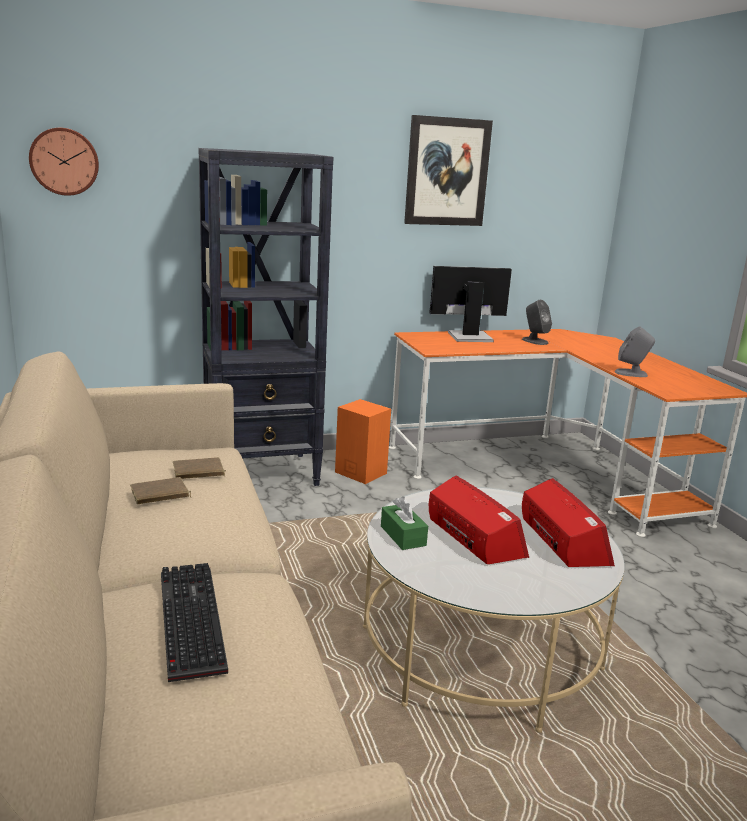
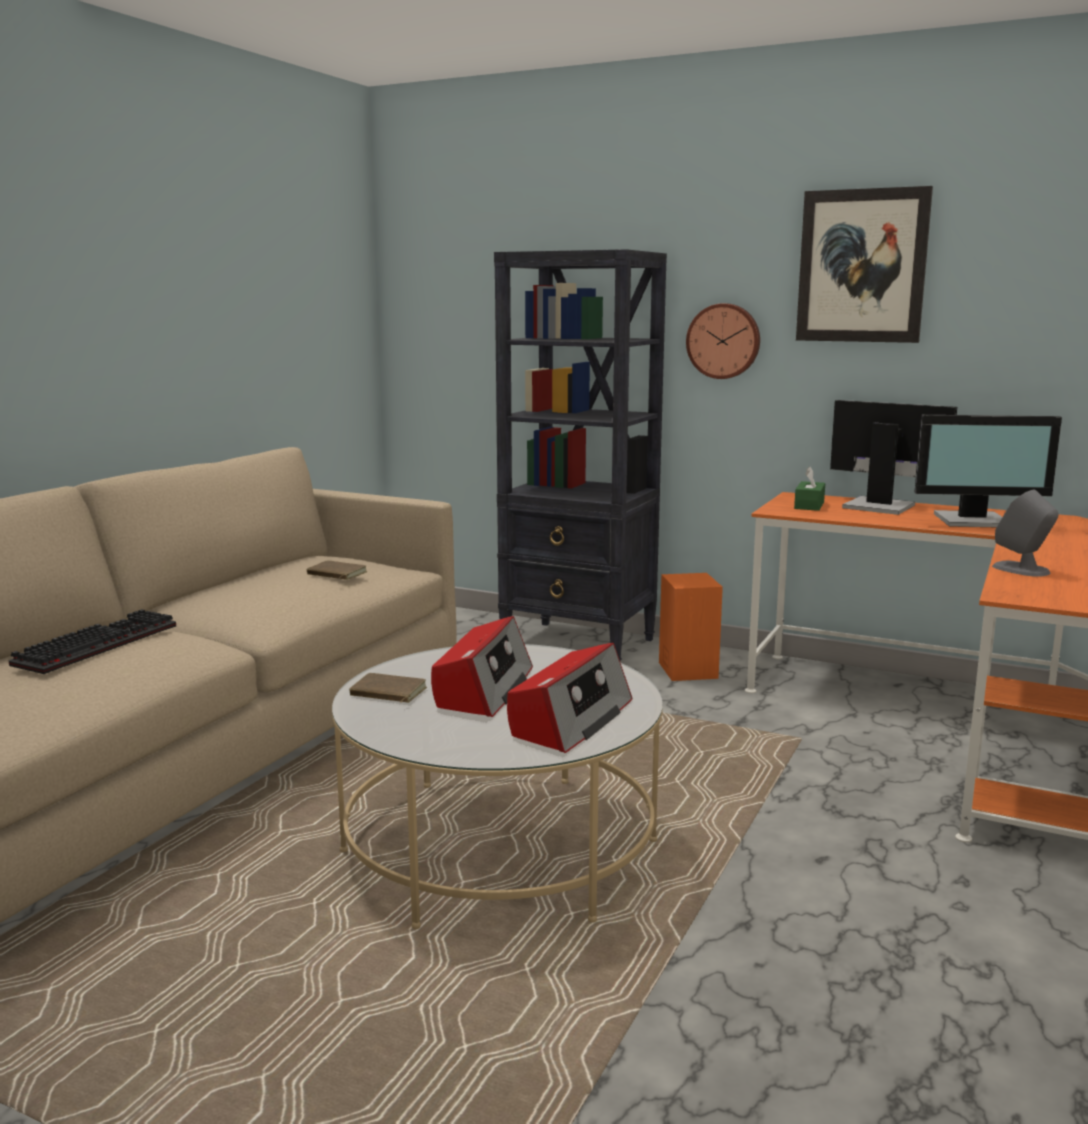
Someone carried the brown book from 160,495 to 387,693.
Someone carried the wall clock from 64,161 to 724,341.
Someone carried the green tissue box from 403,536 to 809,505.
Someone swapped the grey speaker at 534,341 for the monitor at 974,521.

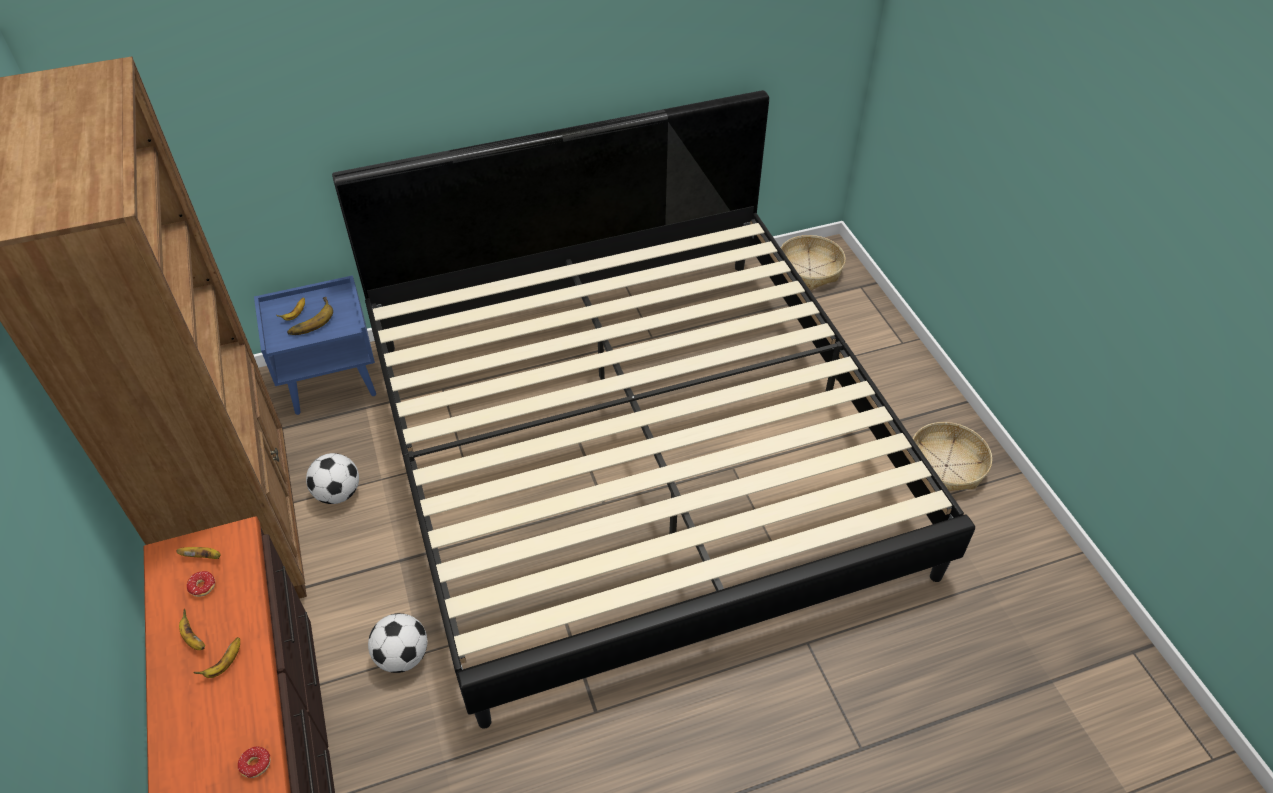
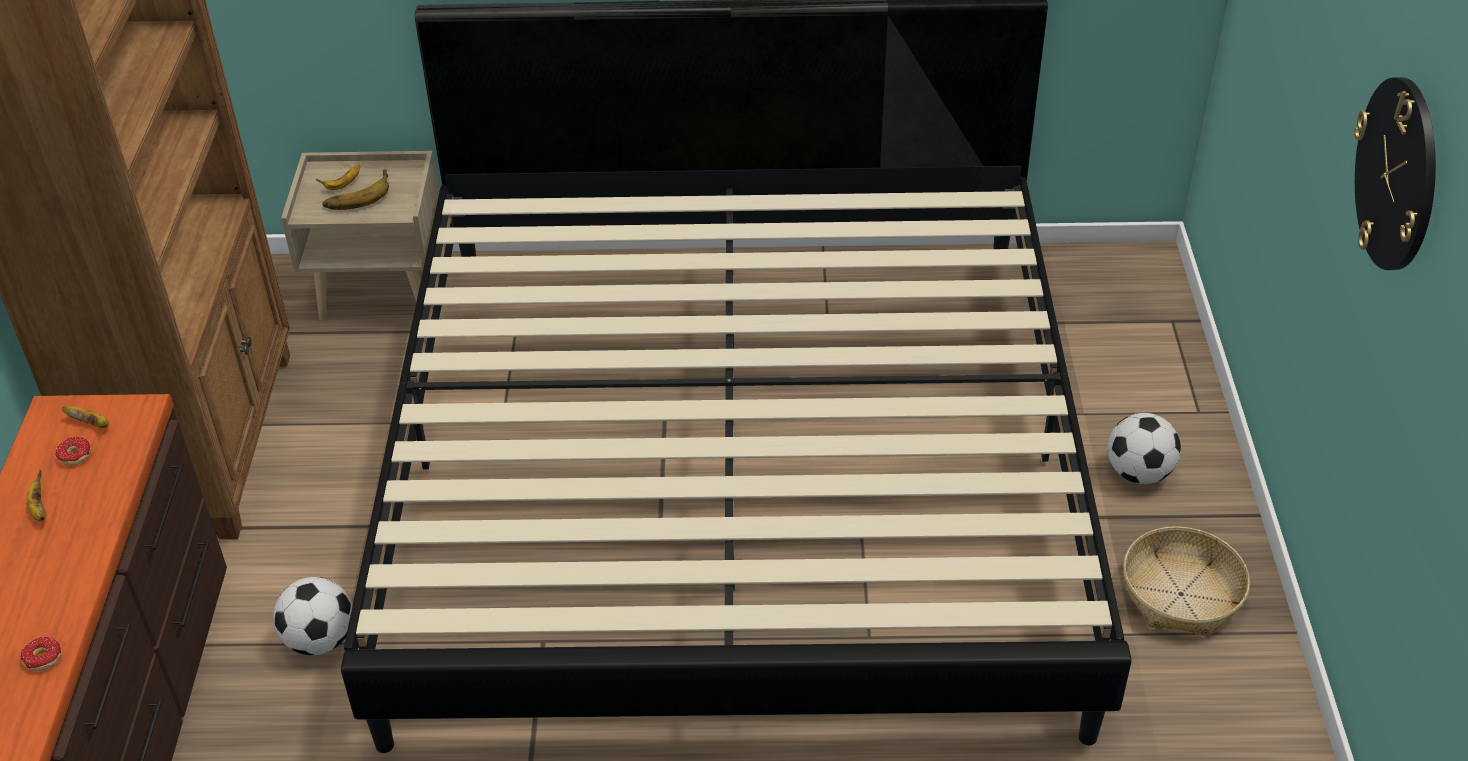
Someone repainted the blue nightstand at 333,381, which became the beige nightstand at 382,290.
Someone carried the football from 338,493 to 1138,473.
Someone put up the wall clock at 1397,174.
Someone took away the banana at 225,664.
Someone took away the basket at 810,269.

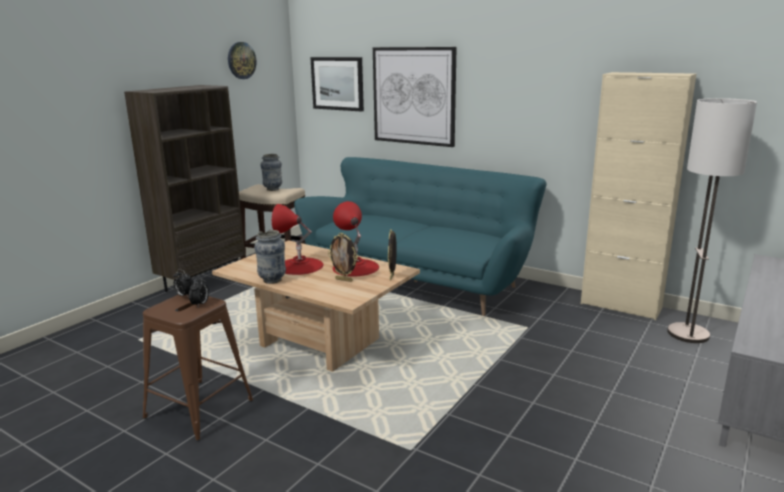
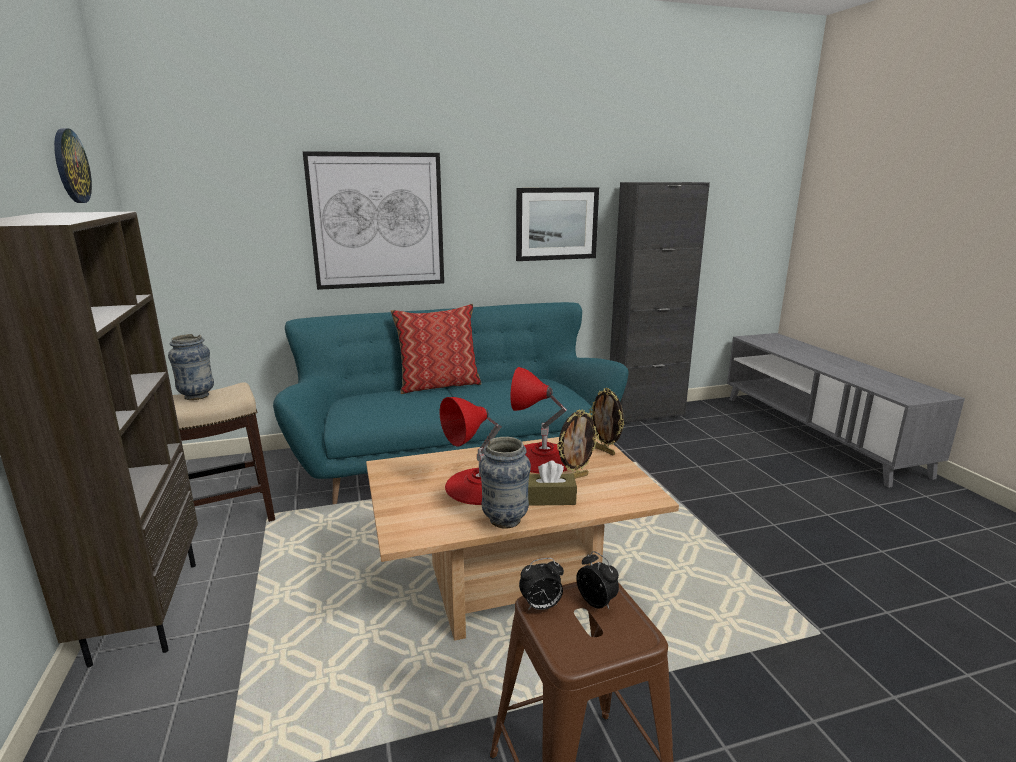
Someone put down the pillow at 439,385.
Someone carried the picture from 337,83 to 556,224.
Someone put down the brown tissue box at 550,498.
Someone repainted the beige cabinet at 621,306, which became the black cabinet at 645,414.
Someone took away the floor lamp at 688,334.

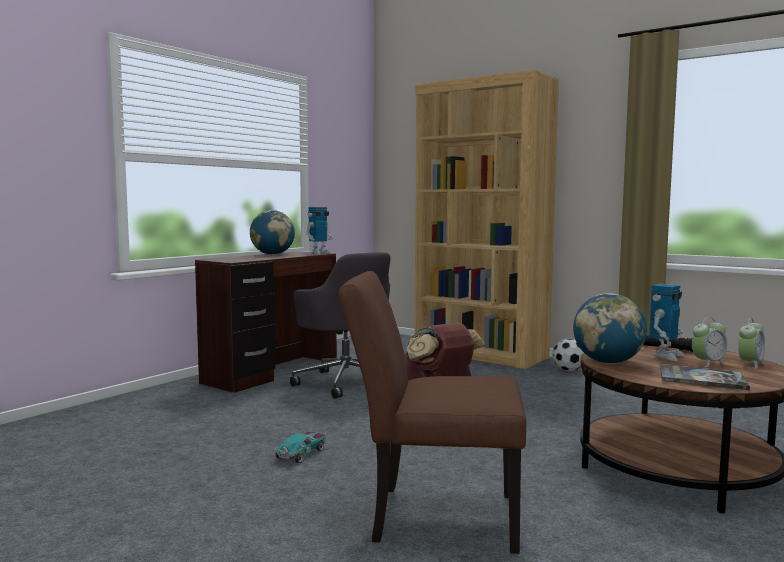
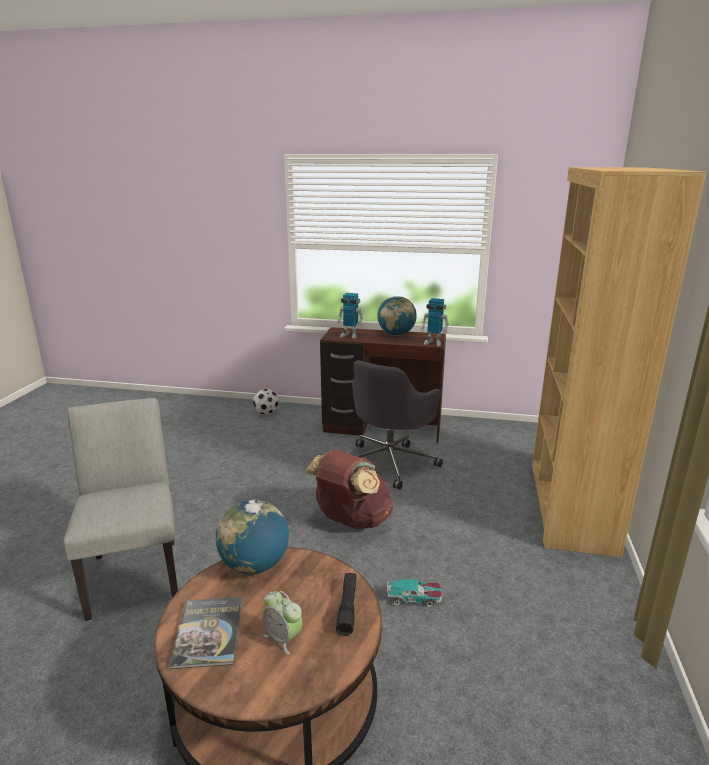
Someone repainted the brown chair at 432,516, which became the grey chair at 135,571.
Someone carried the football from 568,370 to 267,413.
Someone carried the toy robot from 665,356 to 350,335.
Someone carried the toy car from 301,453 to 414,598.
Someone took away the alarm clock at 750,364.

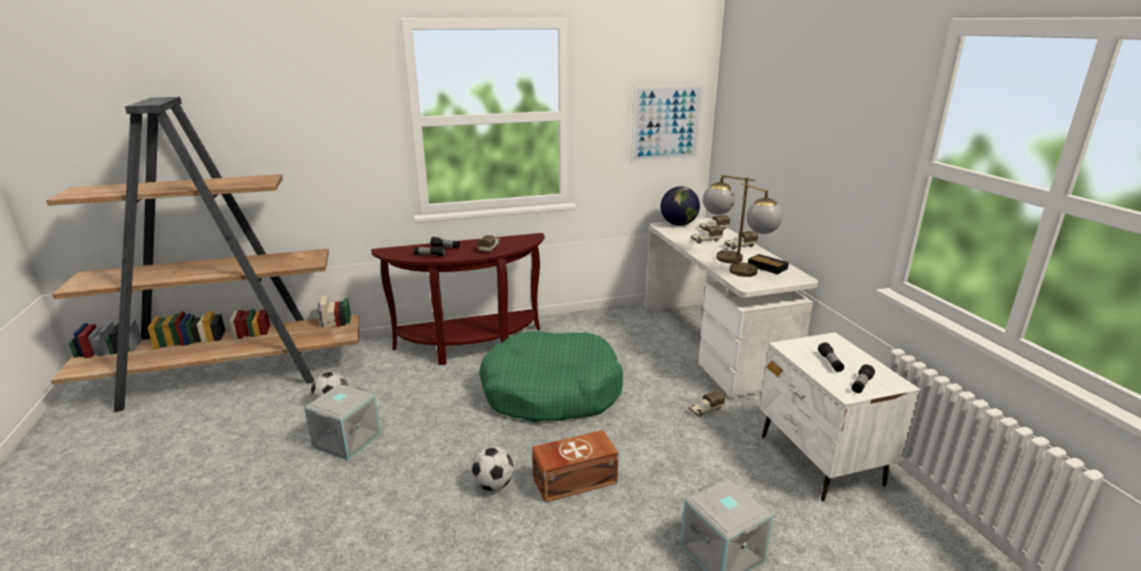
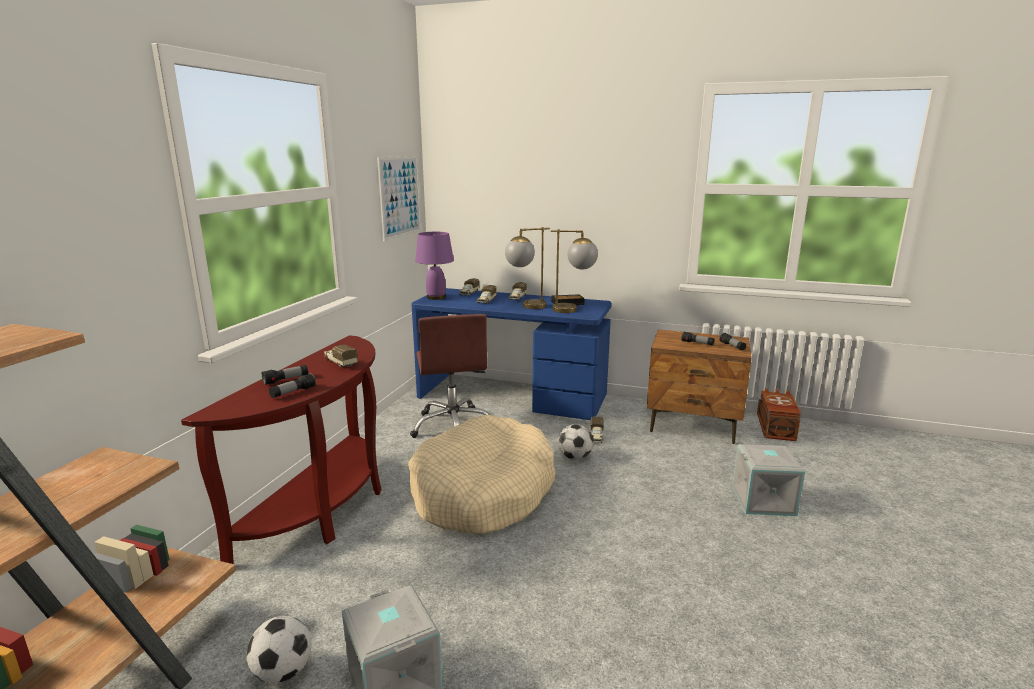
Someone repainted the green dog bed at 551,391, which became the beige dog bed at 483,492.
Someone put down the brown office chair at 453,426.
Someone repainted the white desk at 714,343, which became the blue desk at 512,396.
Someone swapped the globe at 679,224 for the purple table lamp at 436,297.
Someone carried the football from 493,485 to 575,457.
Someone repainted the white nightstand at 820,461, which became the brown nightstand at 693,426.
Someone carried the brown storage box from 573,479 to 774,426.

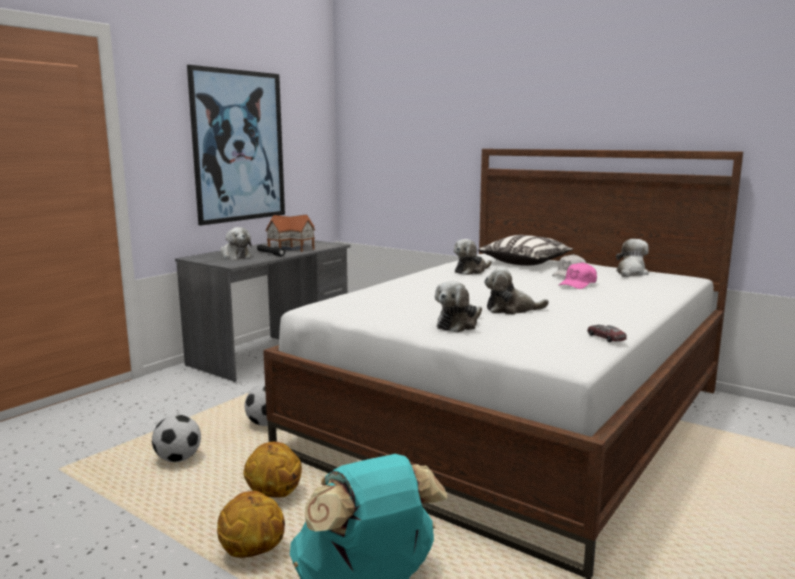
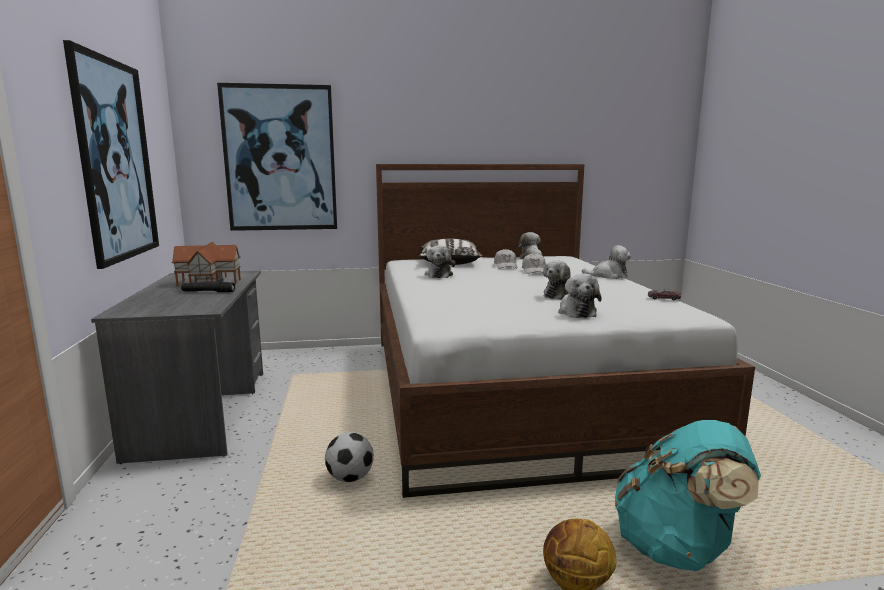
Someone put up the picture at 280,159.
Someone repainted the pink cap at 578,284, which became the white cap at 534,271.
Someone carried the plush toy from 234,256 to 608,276.
Someone took away the football at 178,459.
Someone took away the basketball at 273,494.

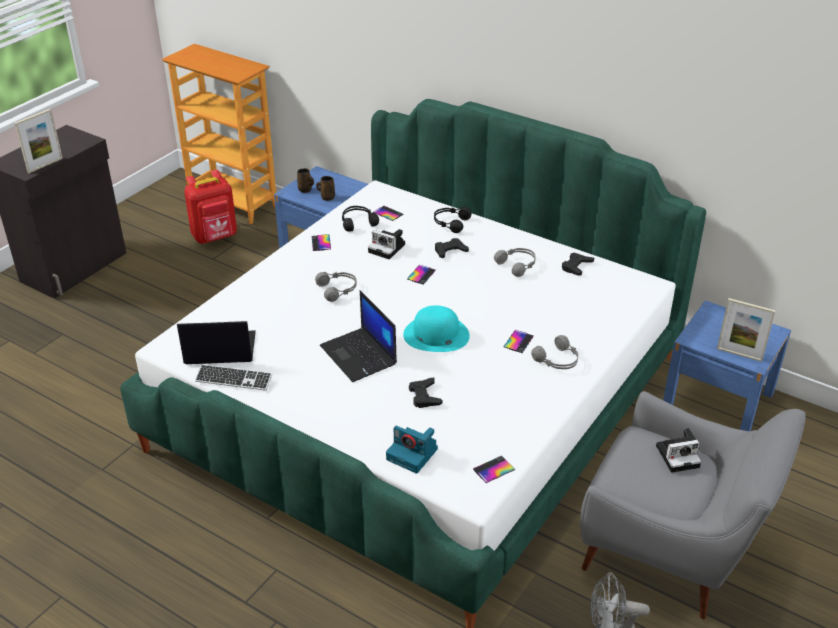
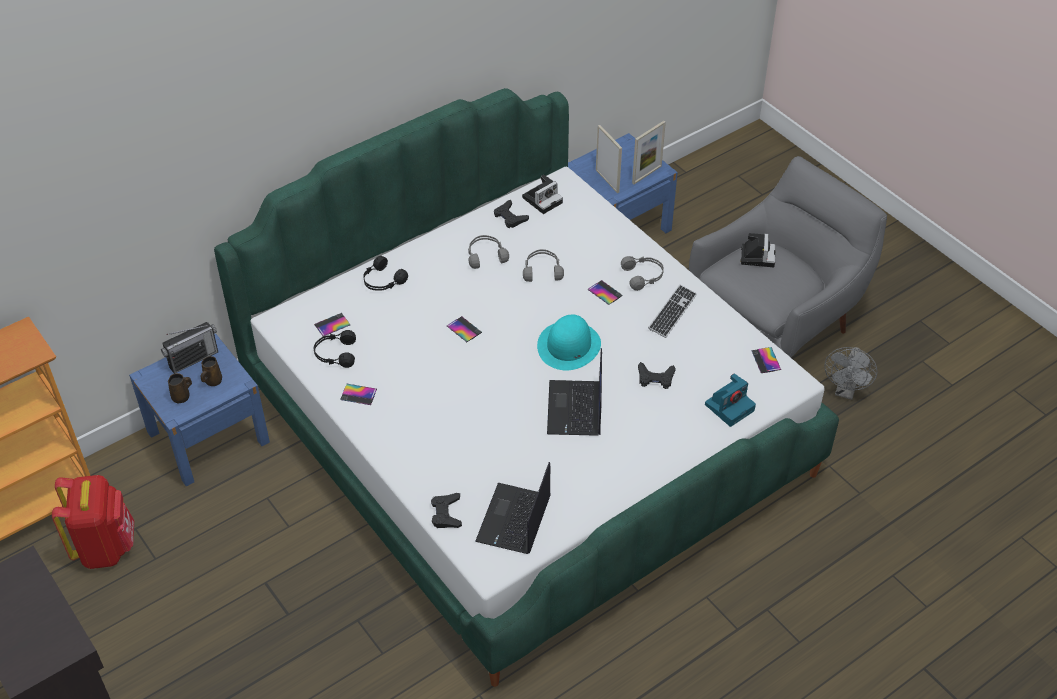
Someone put down the radio at 193,359.
Someone carried the black game controller from 450,251 to 446,513.
Someone carried the photo camera from 388,248 to 543,199.
Someone carried the grey headphones from 338,290 to 542,270.
Someone rotated the laptop at 359,355 by 105 degrees clockwise.
Someone carried the picture frame from 45,165 to 607,181.
Someone carried the keyboard from 234,379 to 672,312.

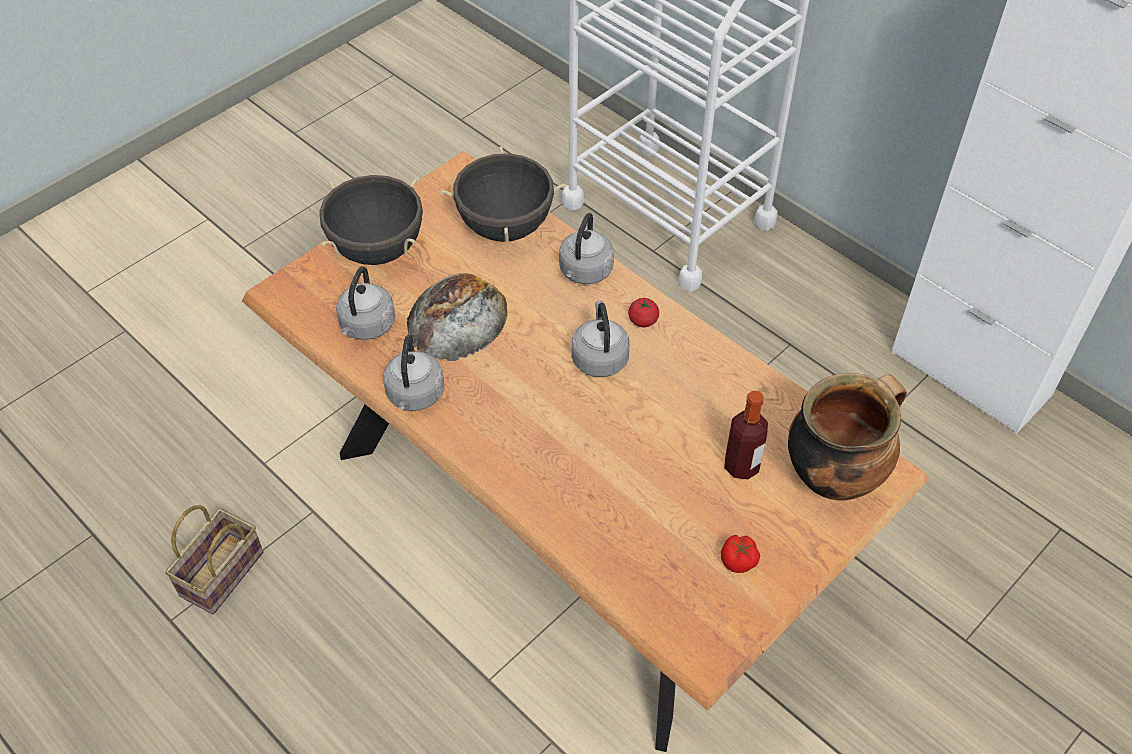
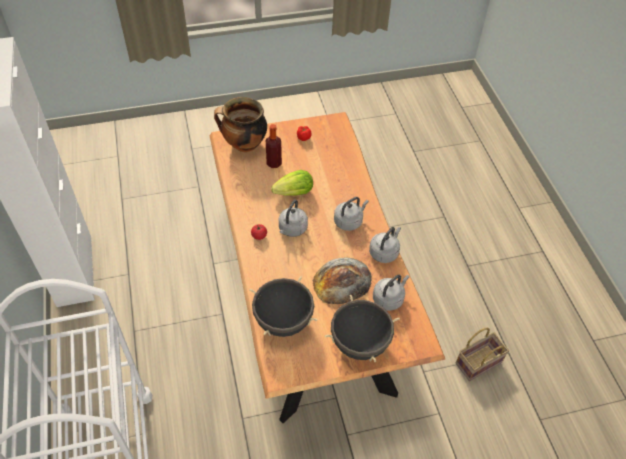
Someone put down the lettuce at 294,193.
Someone carried the grey kettle from 584,272 to 349,221.

